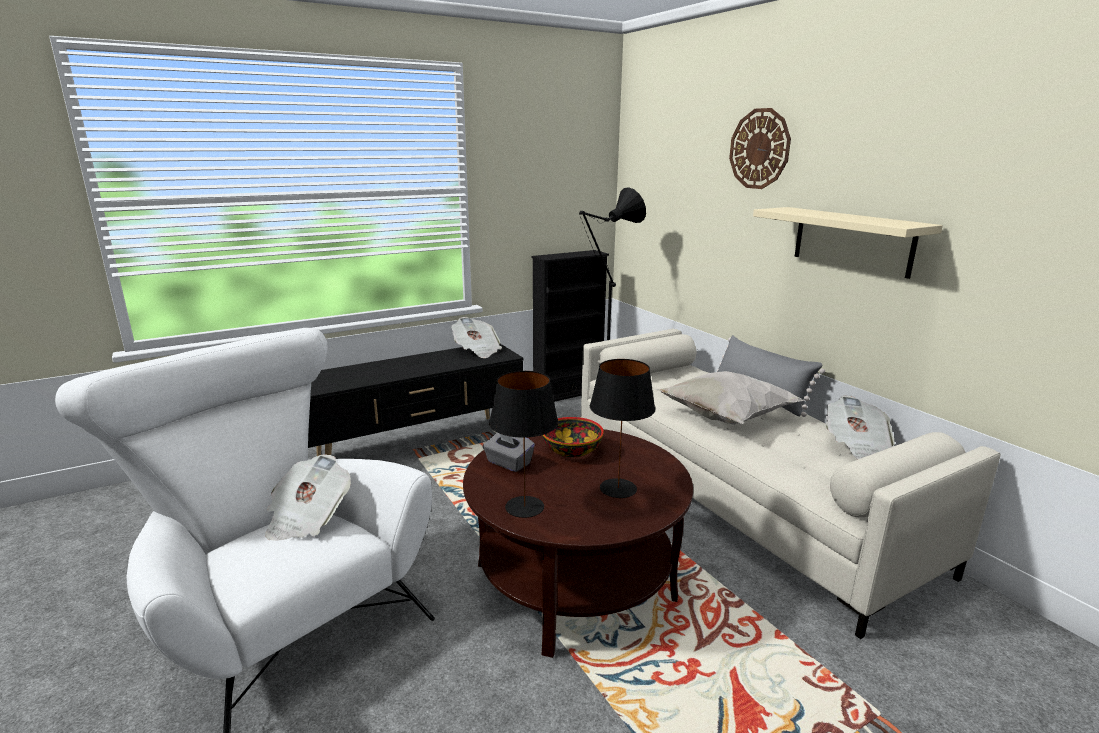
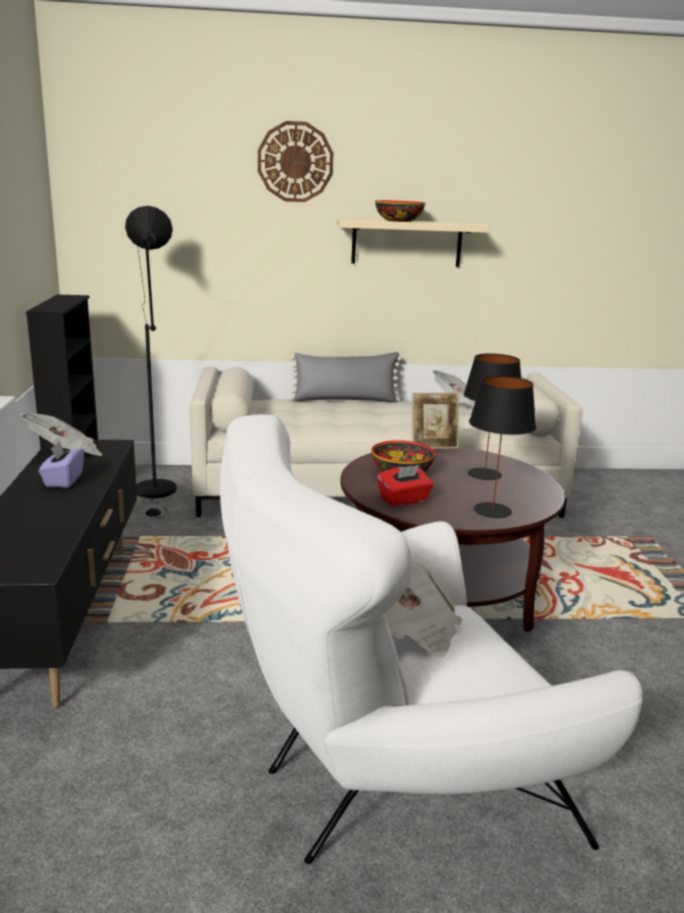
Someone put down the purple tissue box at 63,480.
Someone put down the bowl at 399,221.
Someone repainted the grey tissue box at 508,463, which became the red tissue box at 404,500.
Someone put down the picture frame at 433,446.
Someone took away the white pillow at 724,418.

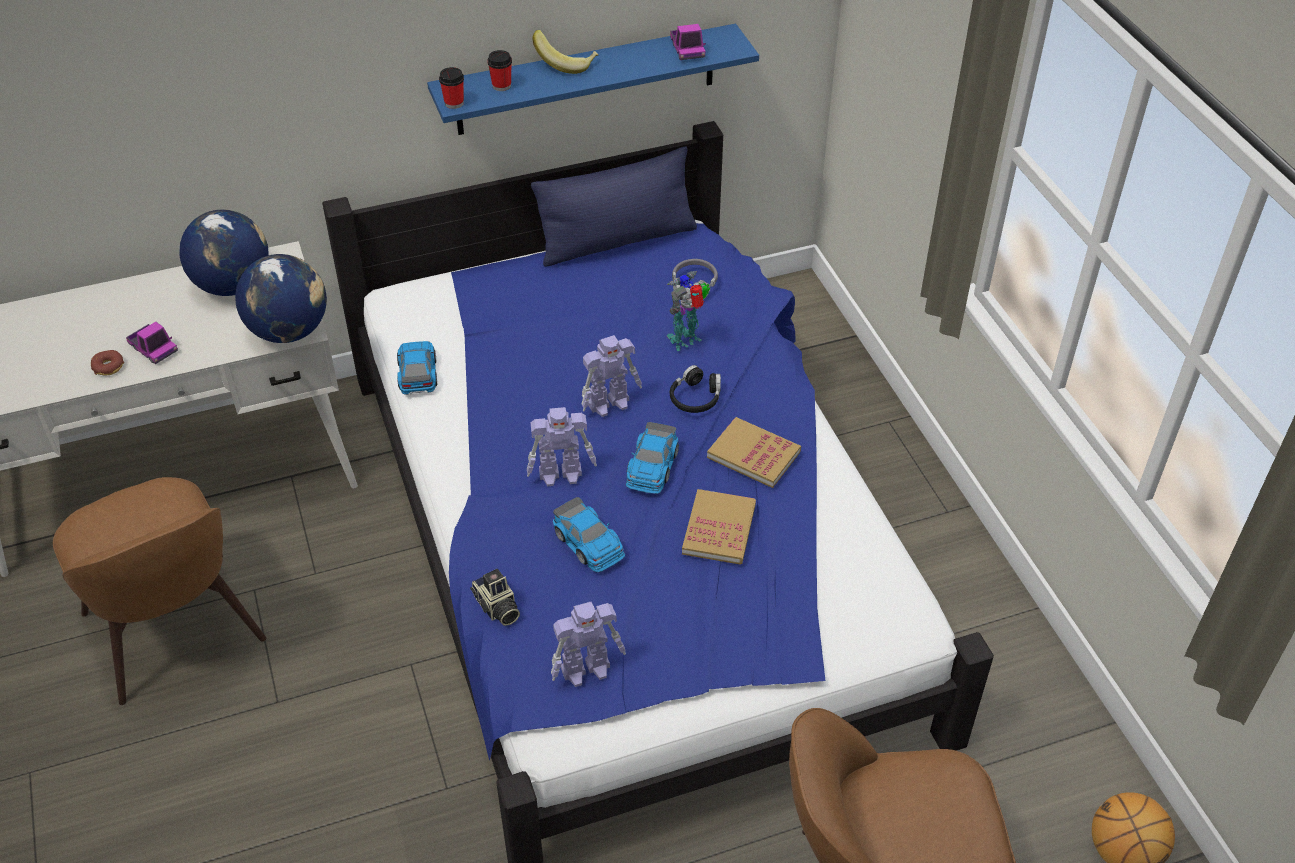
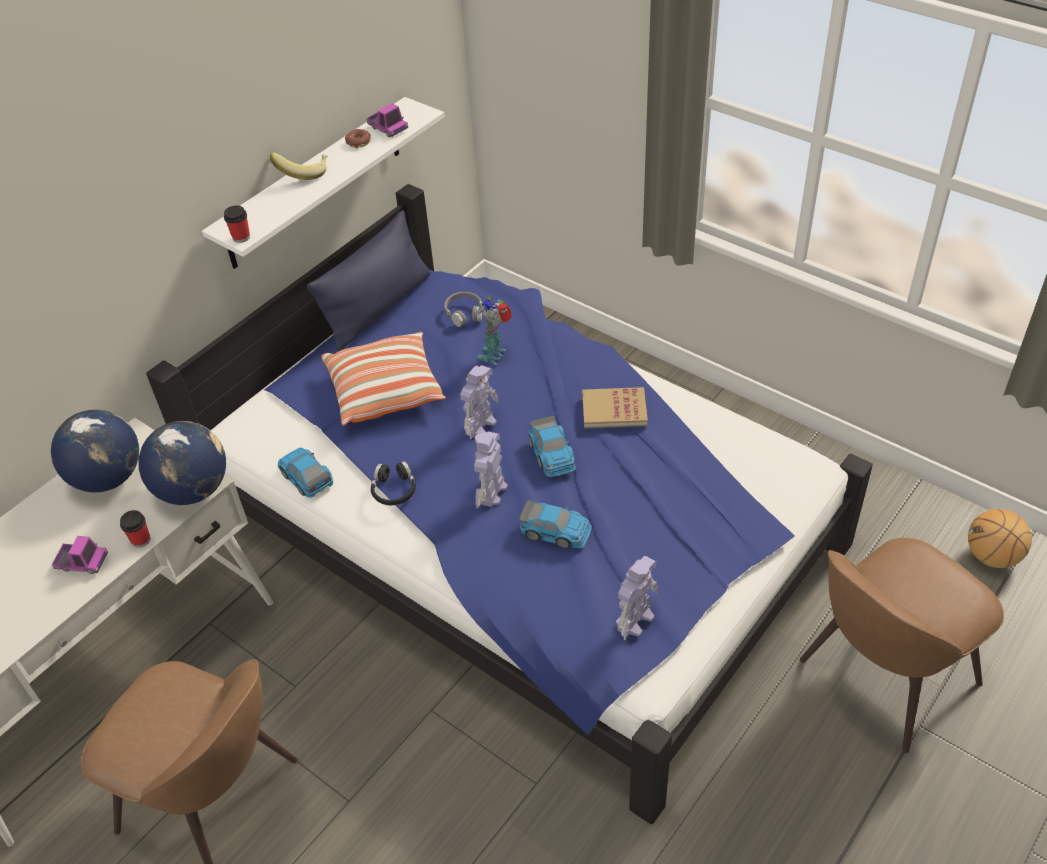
Someone carried the cup from 501,86 to 141,540.
Someone repainted the blue shelf at 586,80, which became the white shelf at 314,183.
Someone put down the pillow at 385,391.
Someone carried the donut from 108,366 to 358,142.
Someone carried the black headphones from 695,398 to 394,490.
Someone rotated the toy robot at 562,474 by 150 degrees clockwise.
Someone took away the photo camera at 497,608.
Someone took away the book at 719,529.

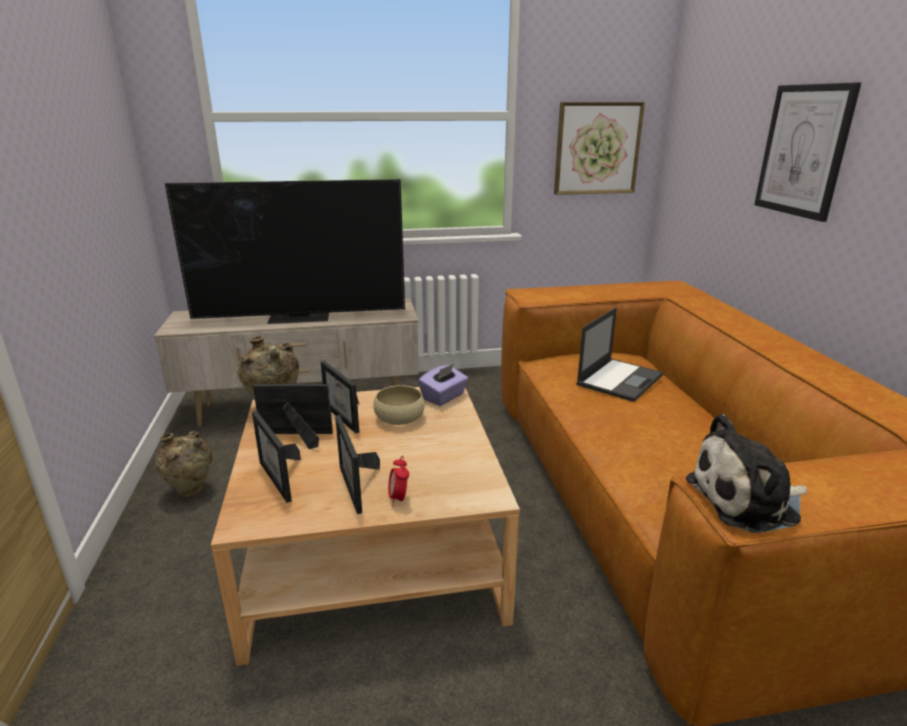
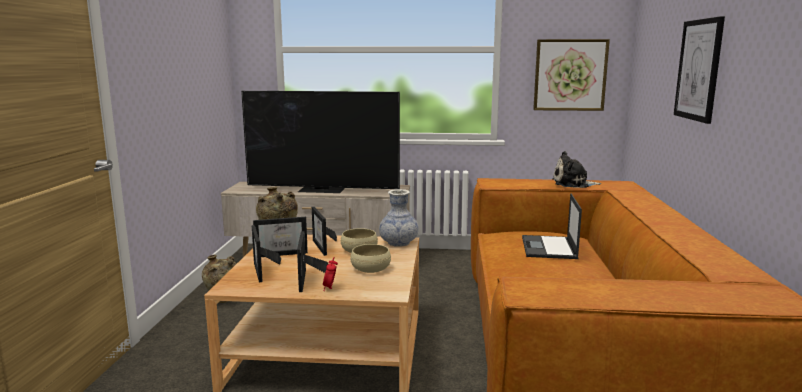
Someone rotated the picture frame at 293,436 by 150 degrees clockwise.
Someone put down the beige bowl at 370,269.
Someone swapped the purple tissue box at 444,397 for the vase at 398,243.
Someone rotated the laptop at 620,379 by 135 degrees clockwise.
Someone carried the plush toy from 747,501 to 573,184.

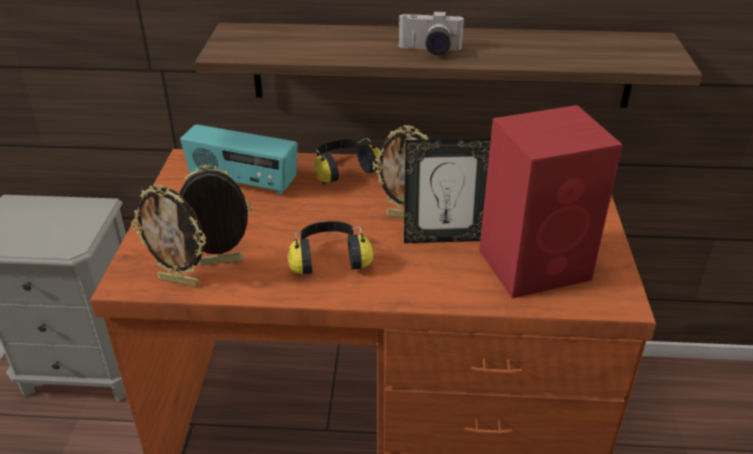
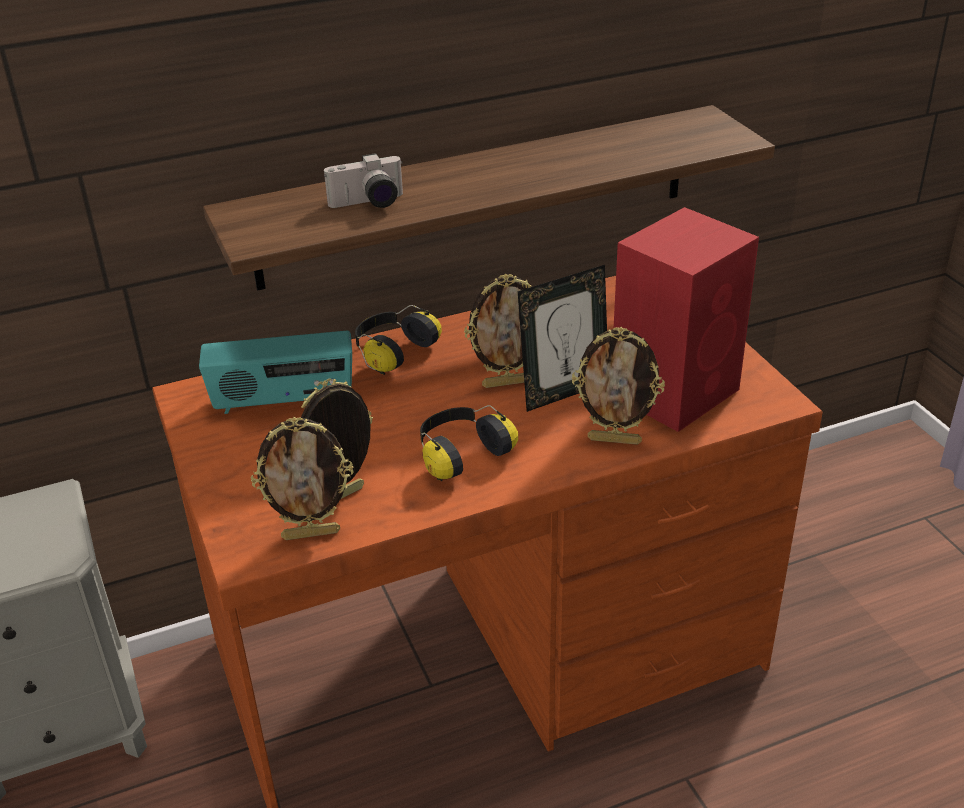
Someone carried the photo camera from 429,51 to 368,204.
Someone put down the picture frame at 615,440.

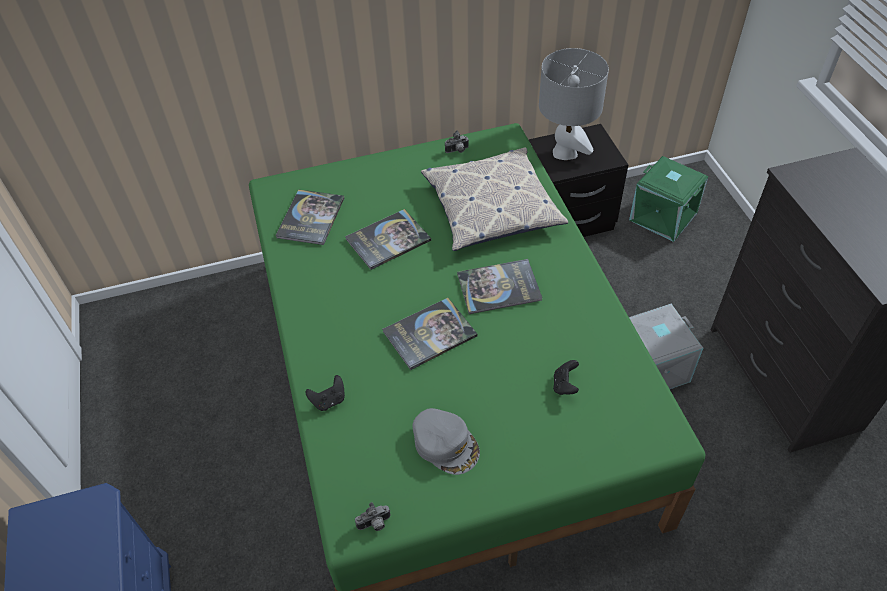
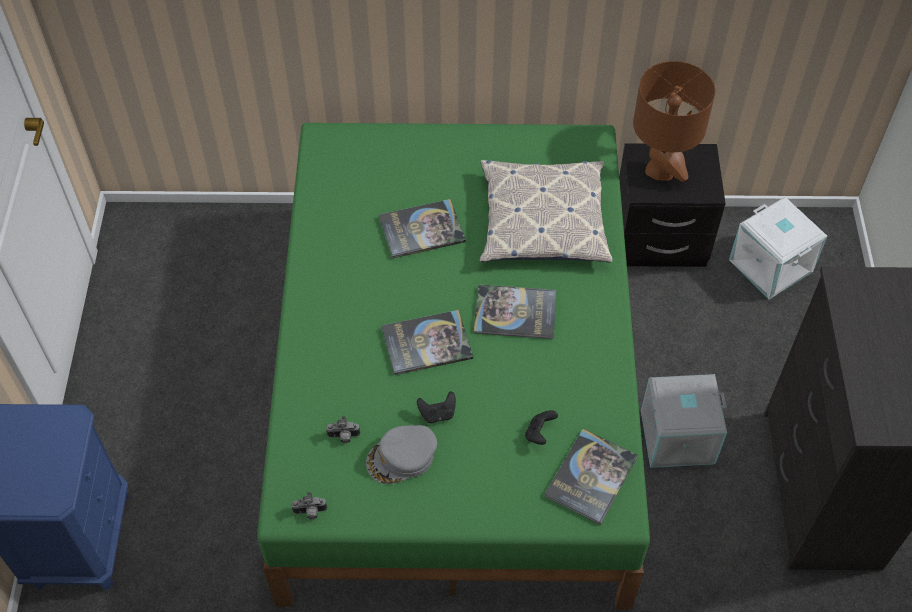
Someone carried the photo camera from 457,151 to 343,437.
Someone rotated the grey cap at 446,444 by 90 degrees clockwise.
Someone carried the black game controller from 329,400 to 437,414.
Someone carried the book from 311,218 to 591,477.
Someone repainted the grey table lamp at 565,153, which became the brown table lamp at 660,170.
Someone repainted the green storage box at 664,216, which became the white storage box at 772,265.

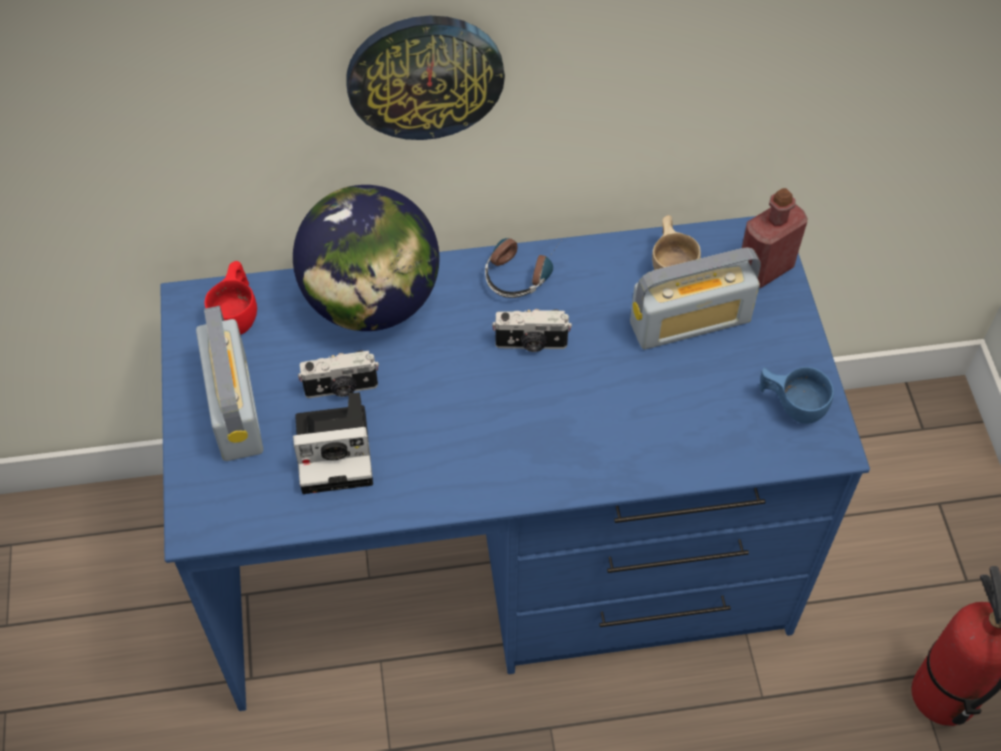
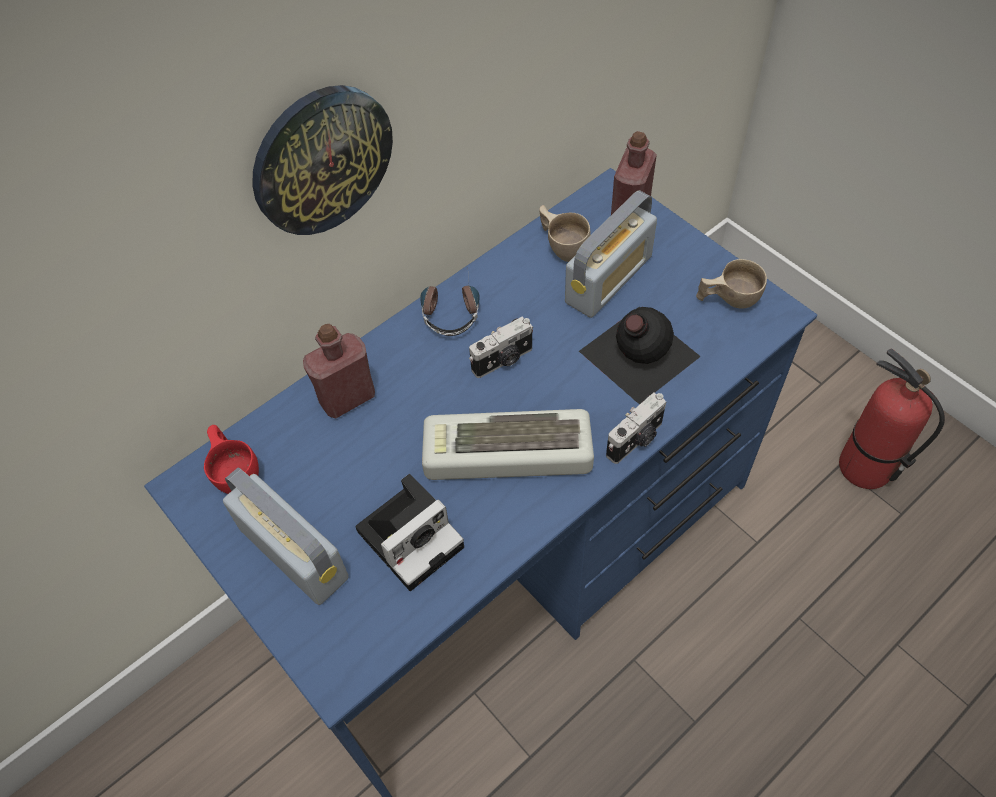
Someone swapped the globe at 372,301 for the red bottle at 347,398.
Someone put down the keyboard at 506,454.
Someone put down the black bottle at 637,353.
Someone carried the photo camera from 341,388 to 636,440.
Someone repainted the blue cup at 791,404, which became the beige cup at 727,299.

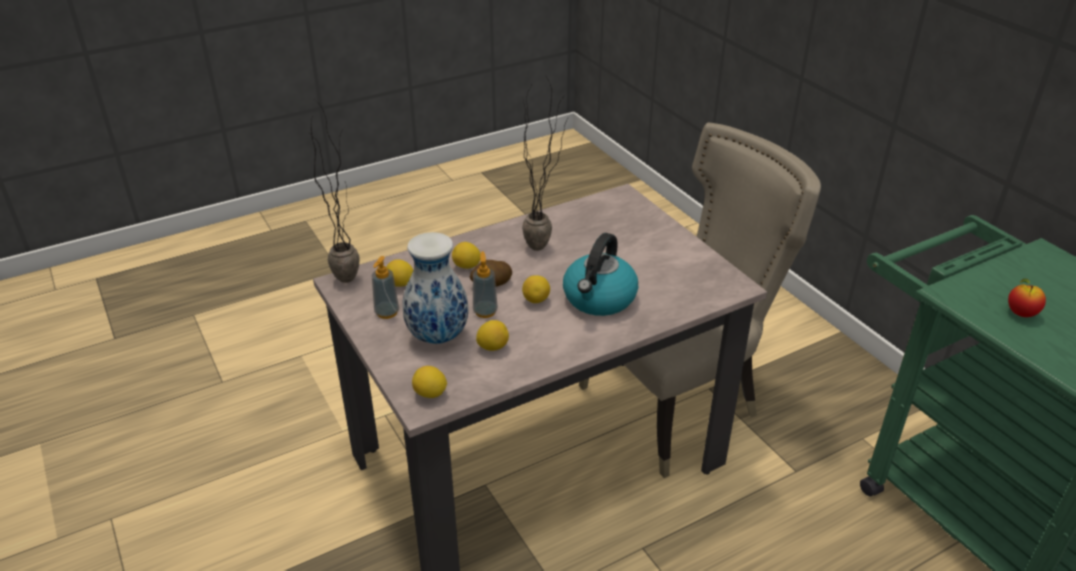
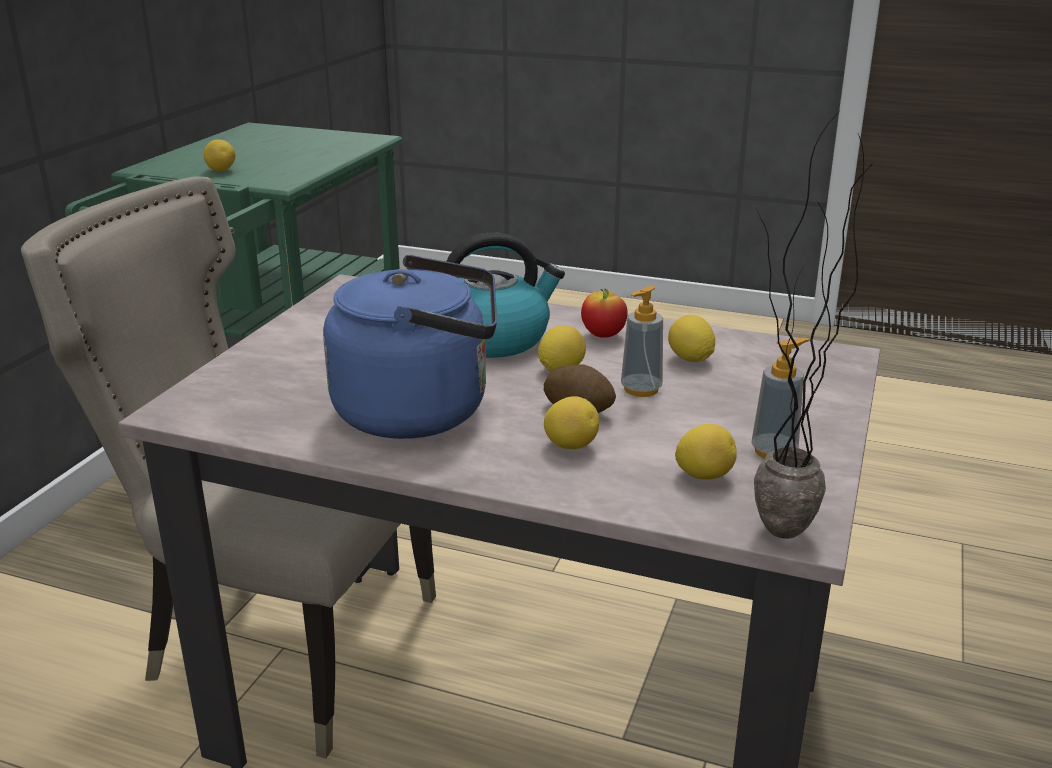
Someone carried the lemon from 430,394 to 221,171.
Someone swapped the potted plant at 546,246 for the blue kettle at 421,411.
Someone carried the apple from 1021,313 to 603,335.
Someone took away the vase at 437,337.

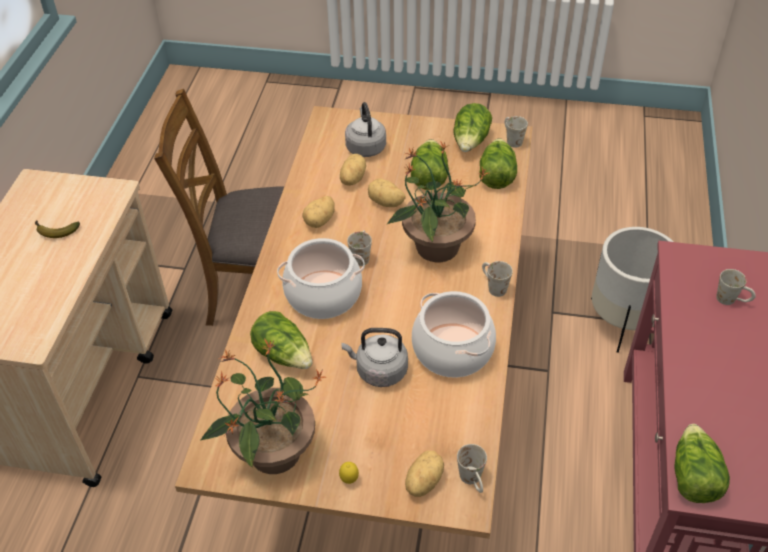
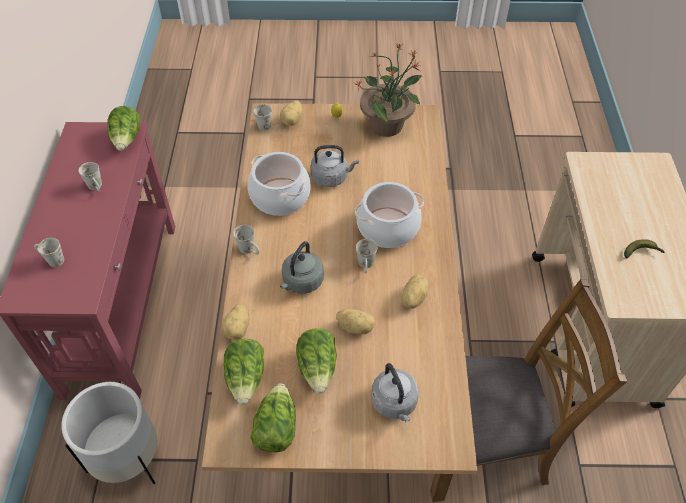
Someone carried the white mug from 511,139 to 97,187.
Someone carried the potato from 352,179 to 238,328.
Someone swapped the potted plant at 435,247 for the grey kettle at 301,282.
Someone took away the lettuce at 284,354.

